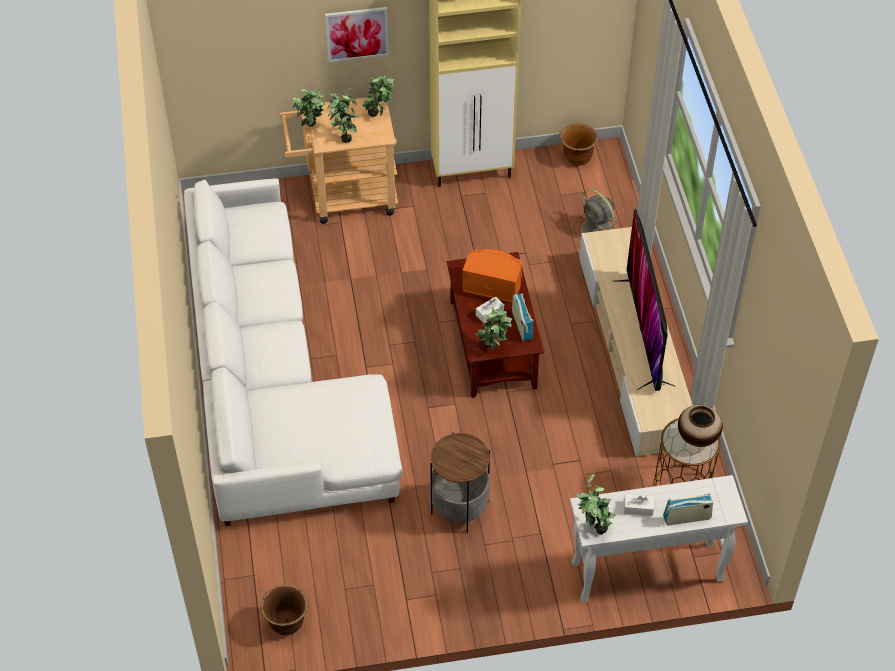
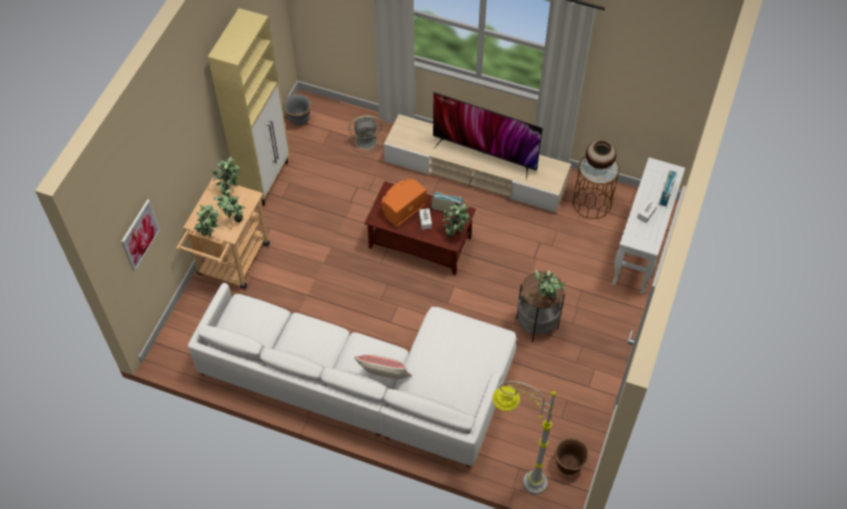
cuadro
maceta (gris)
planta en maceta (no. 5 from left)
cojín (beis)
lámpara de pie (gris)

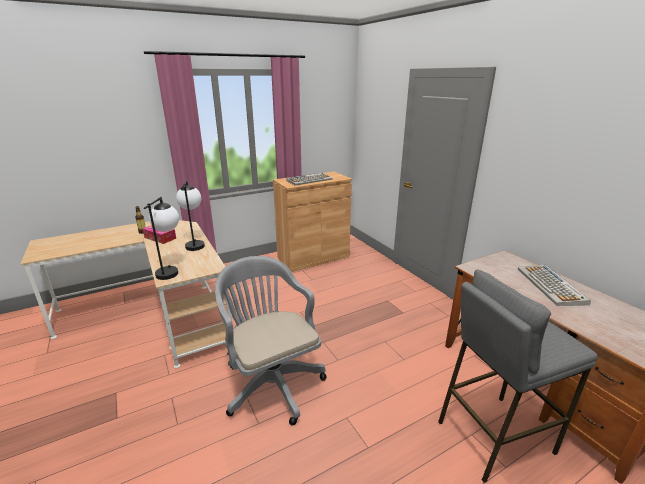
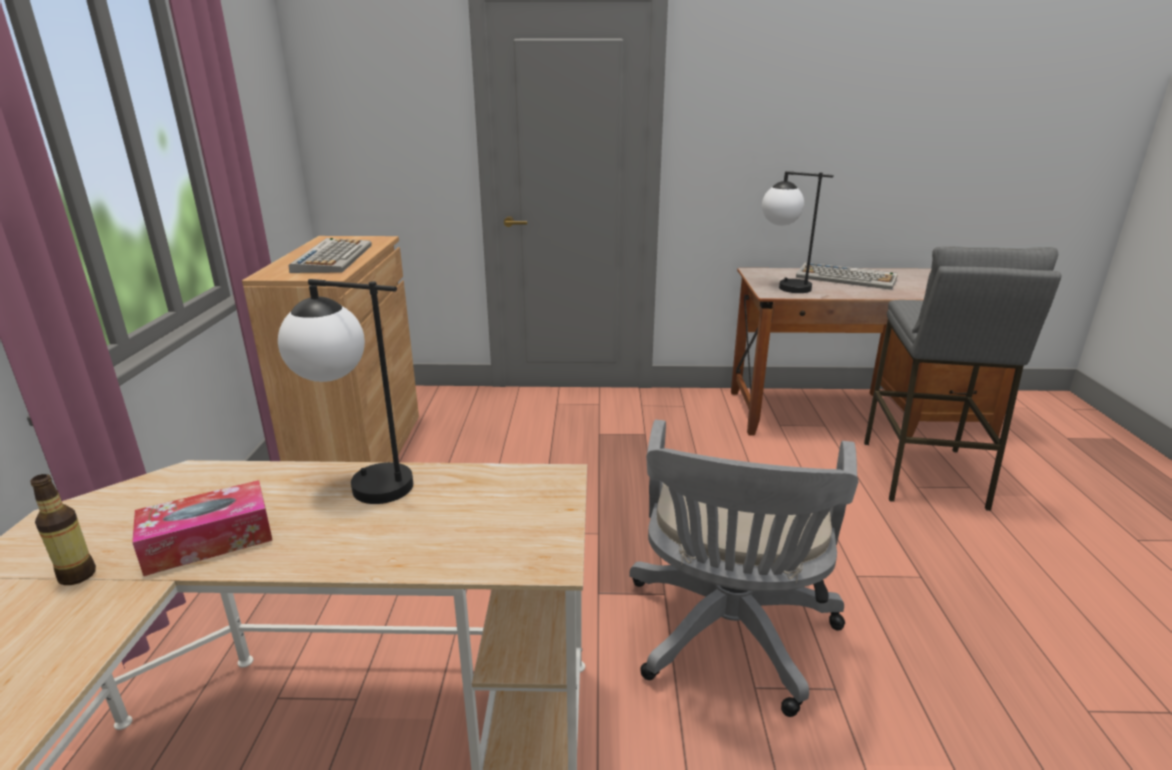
lámpara de mesa (no. 2 from left)
silla de oficina (gris)

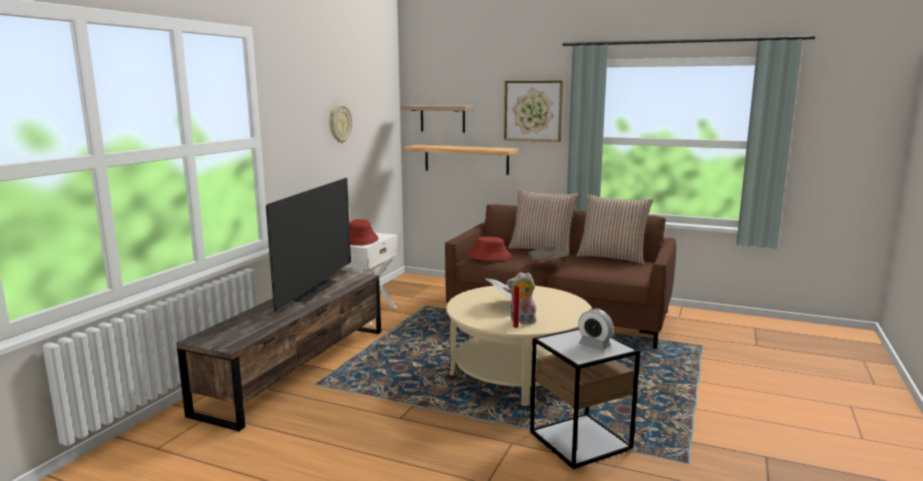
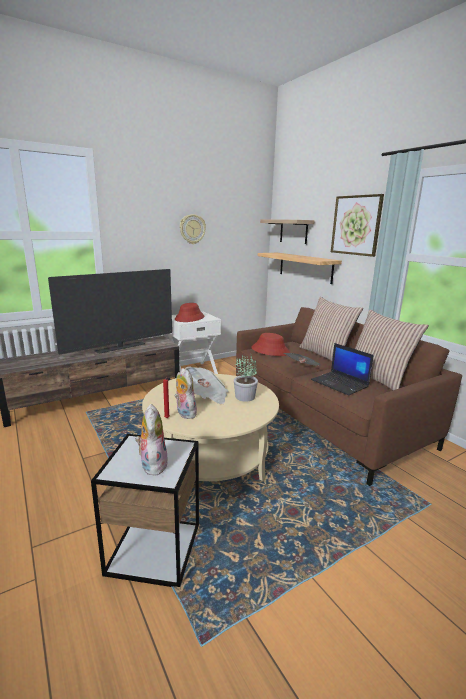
peluche (no. 1 from left)
portátil
planta en maceta

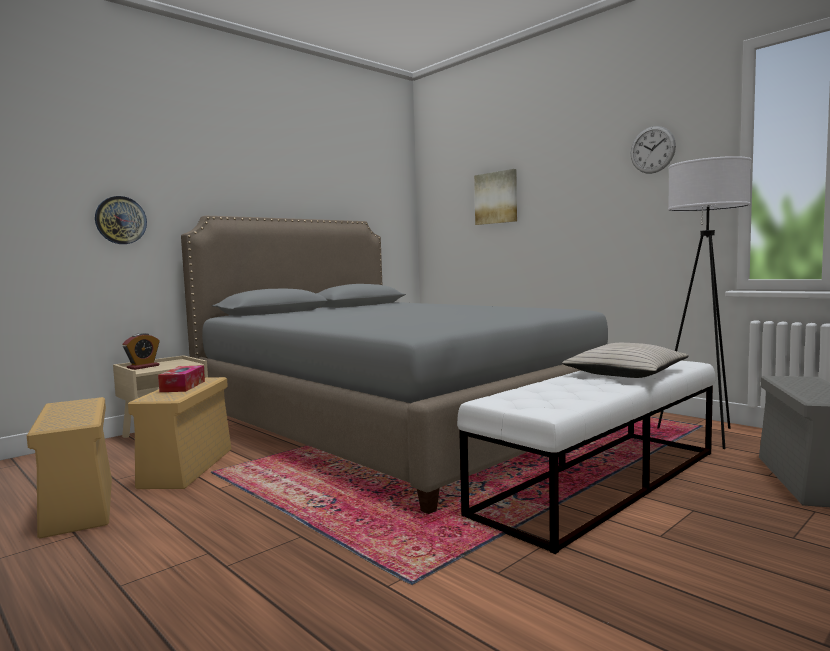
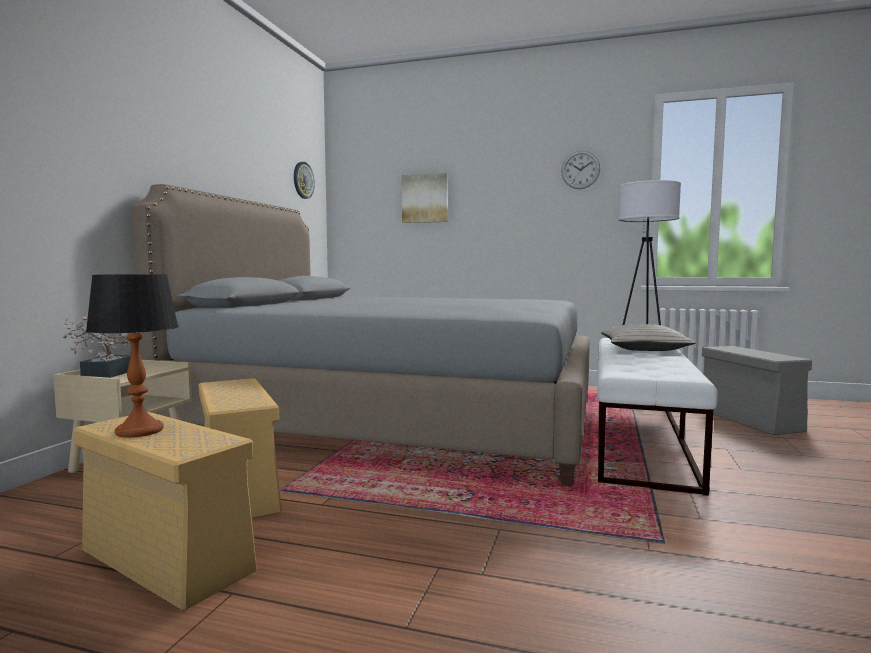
reloj de pared (no. 1 from left)
planta en maceta
caja de pañuelos
lámpara de mesa

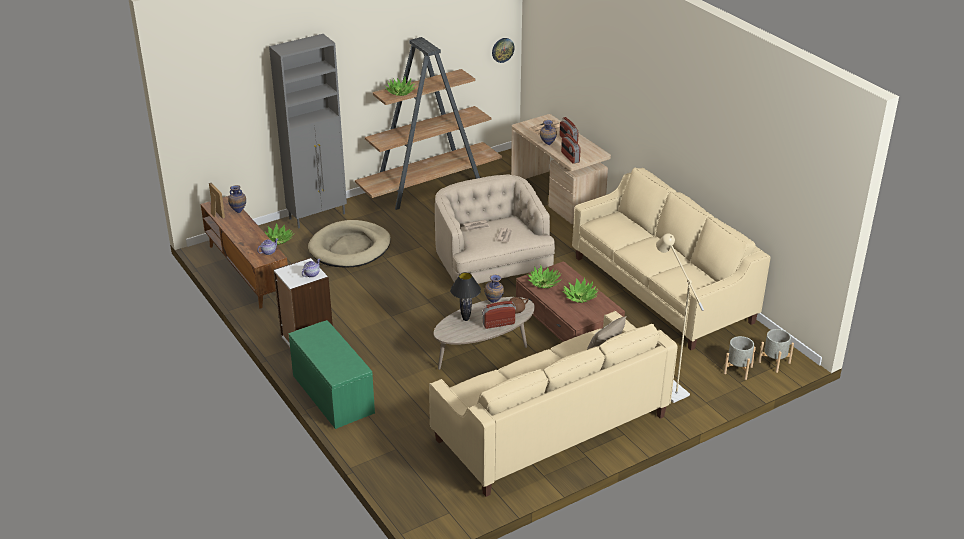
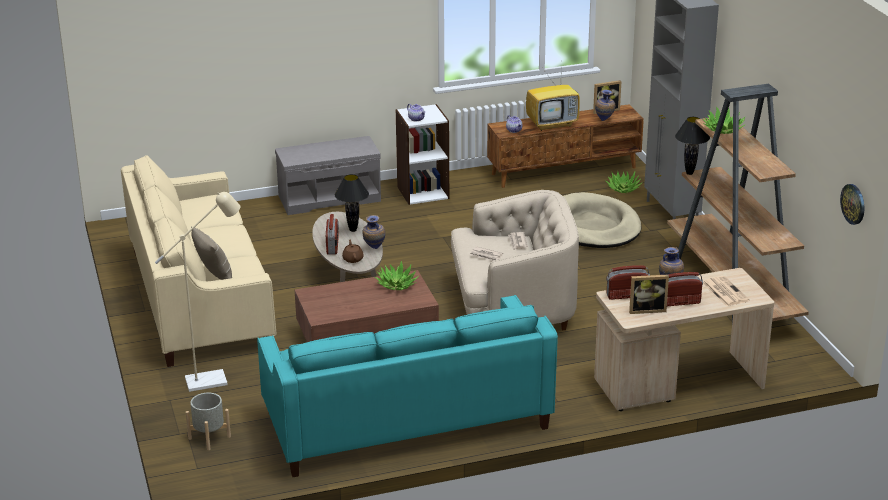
sofá (turquesa)
planta en maceta (no. 4 from left in the first image)
banco (gris)
maceta (gris) (no. 2 from left in the first image)
televisor
lámpara de mesa (negro) (no. 2 from left)
portarretratos (no. 2 from left)

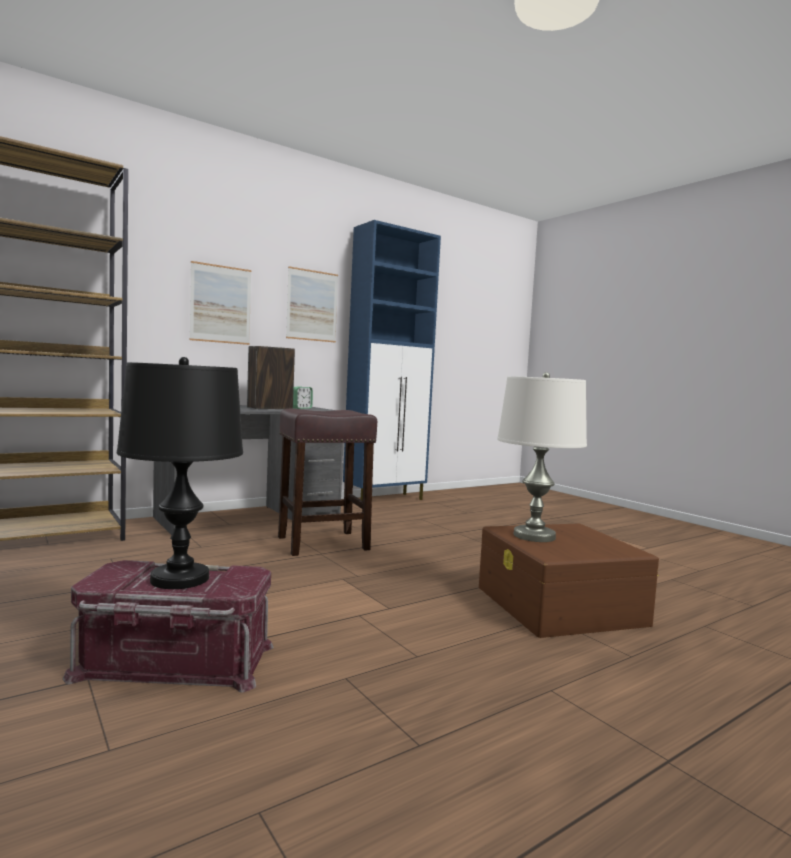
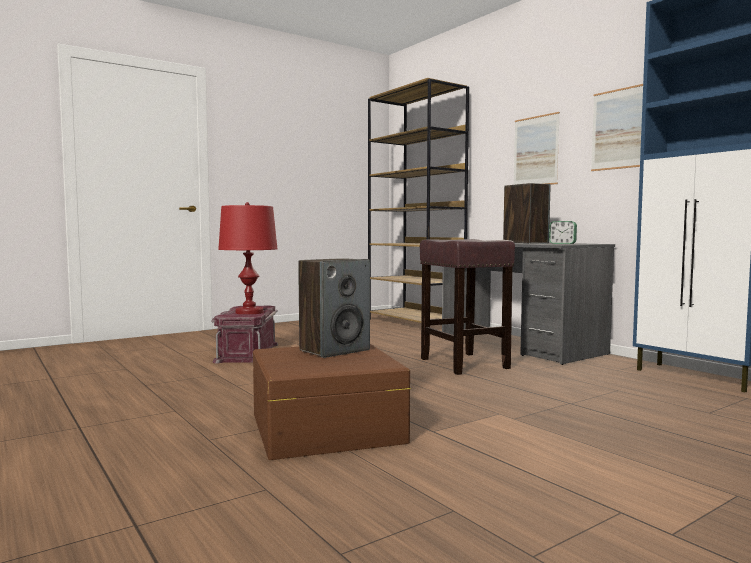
lámpara de mesa (rojo)
altavoz (no. 1 from left)

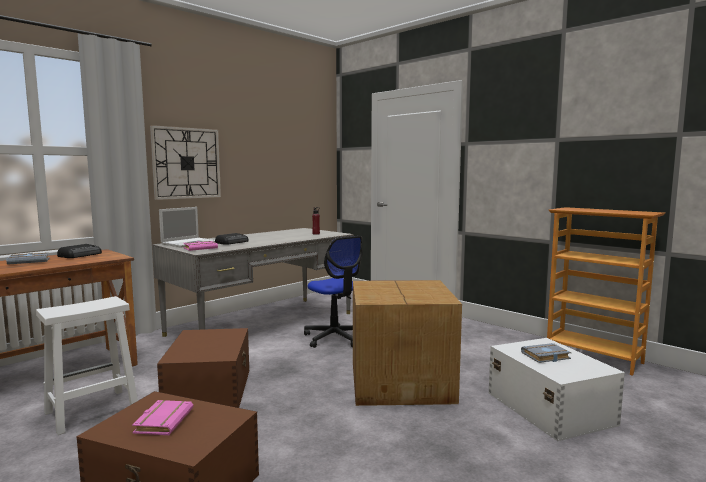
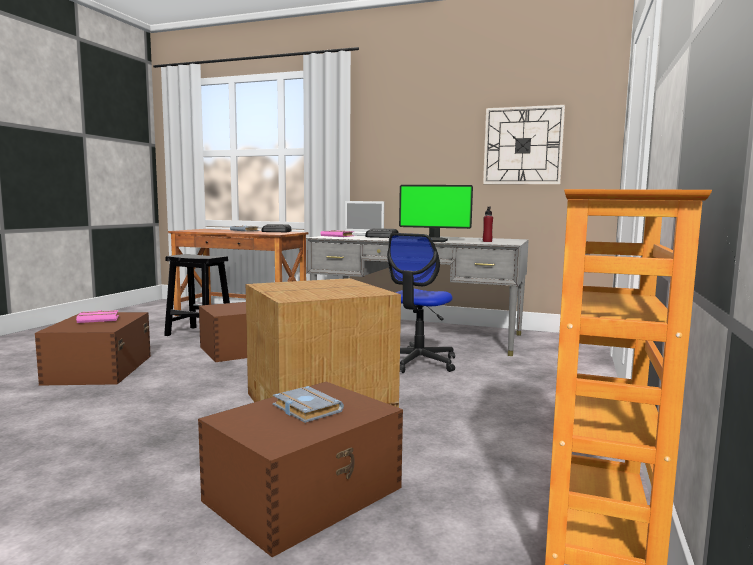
reloj de pared
taburete (negro)
caja de almacenaje (marrón) (no. 3 from left)
monitor

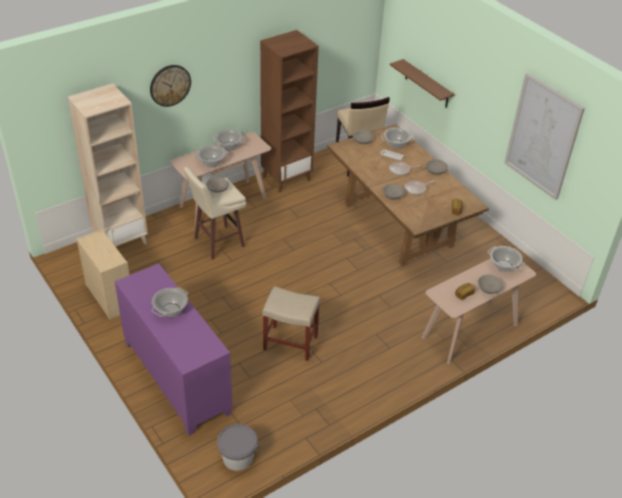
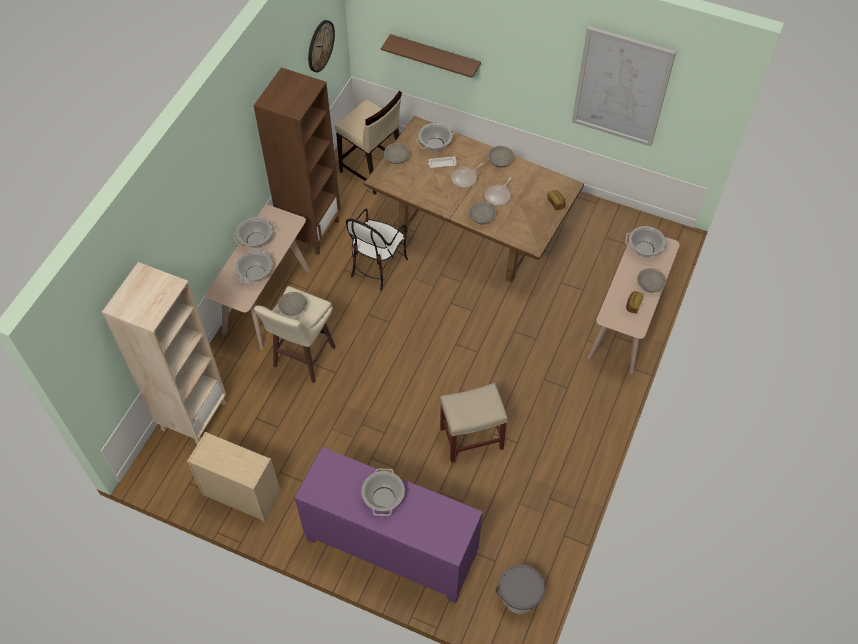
reloj de pared
silla

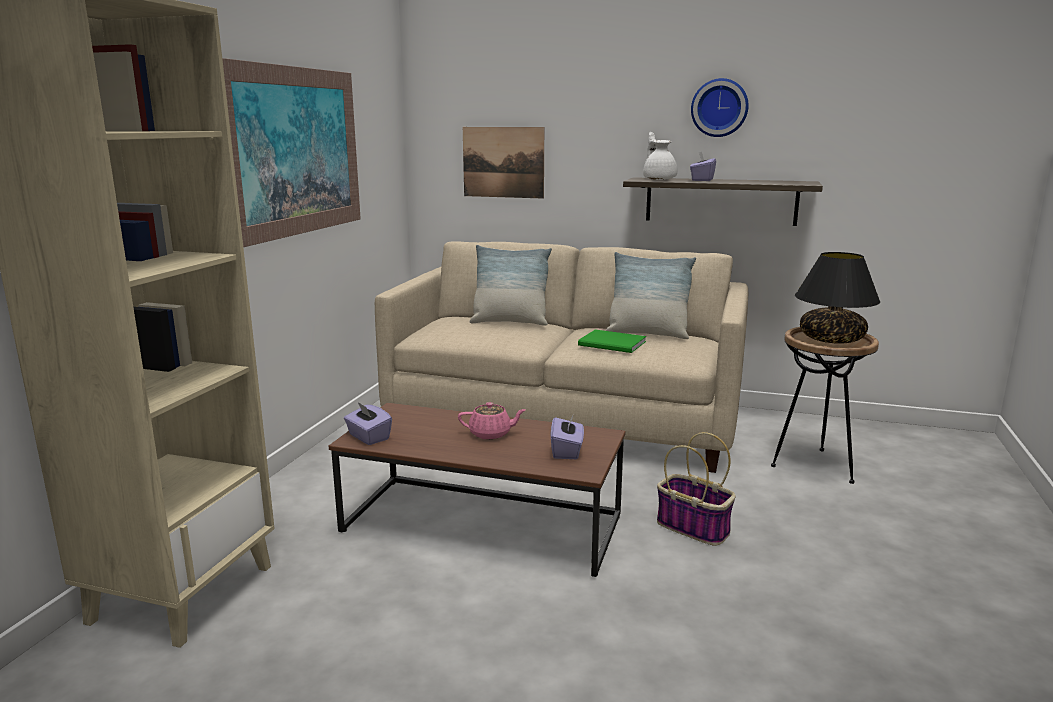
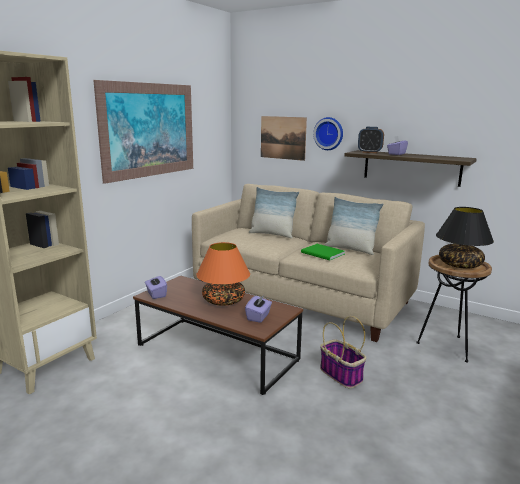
reloj de pared
despertador
lámpara de mesa (naranja)

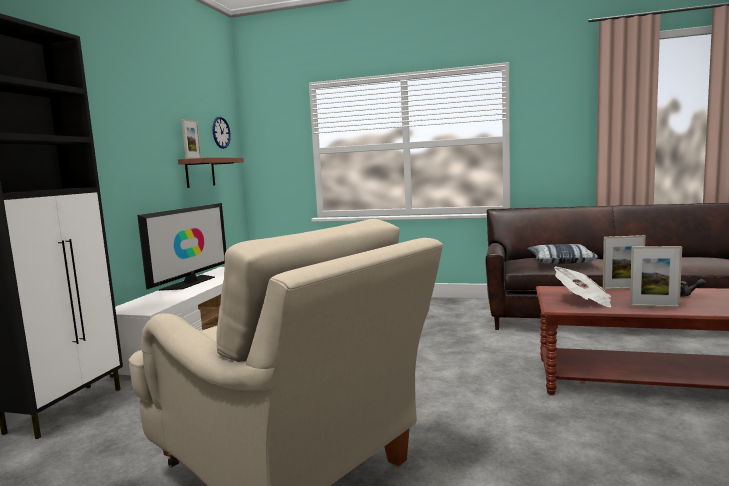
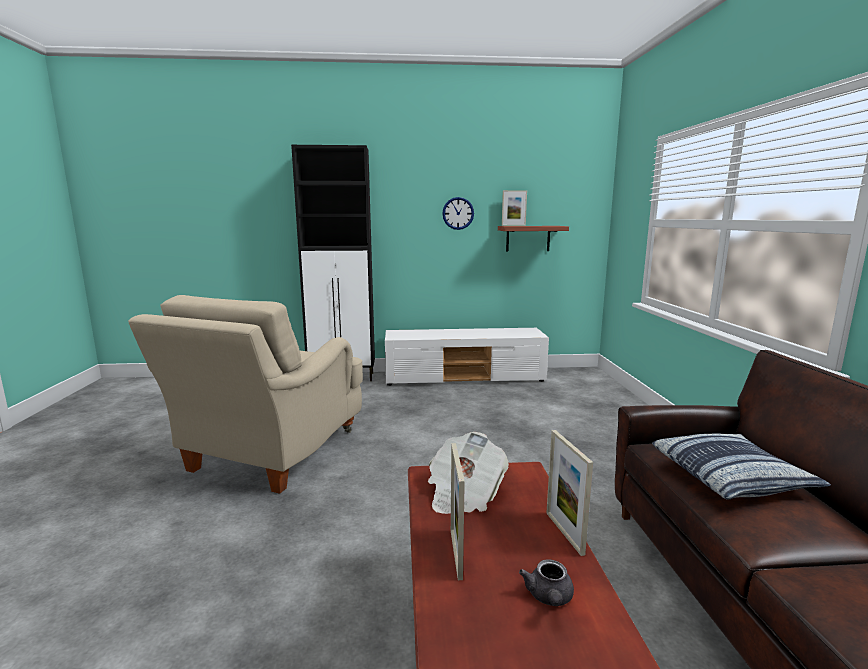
reloj de pared
televisor

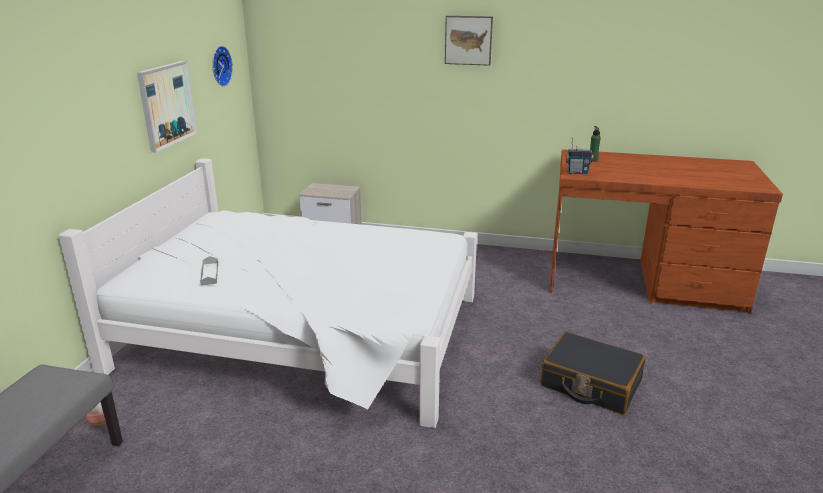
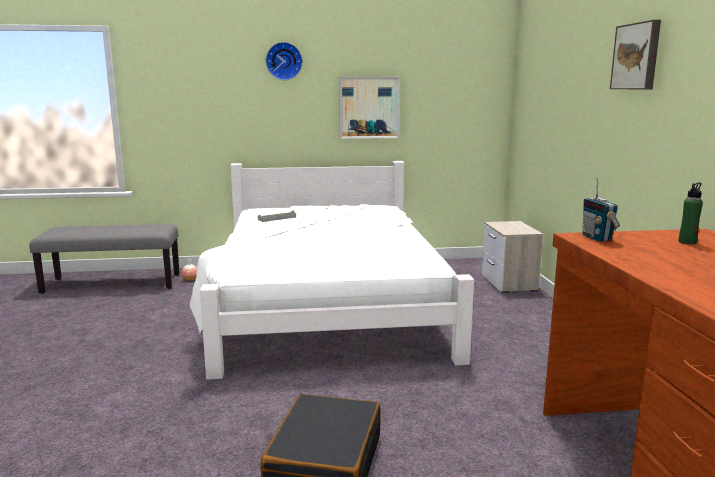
reloj de pared

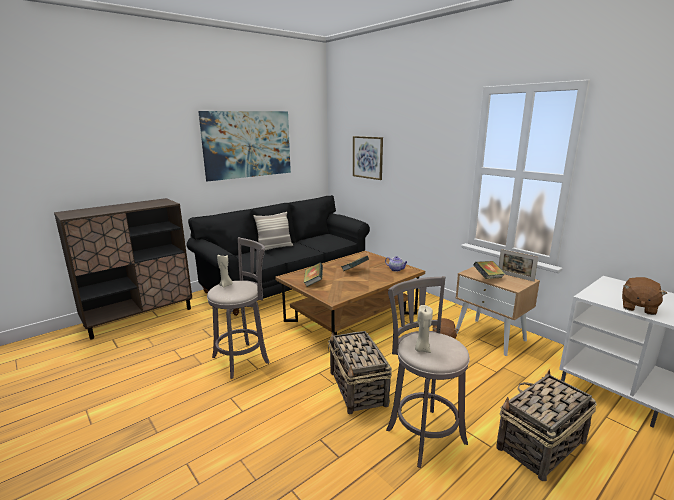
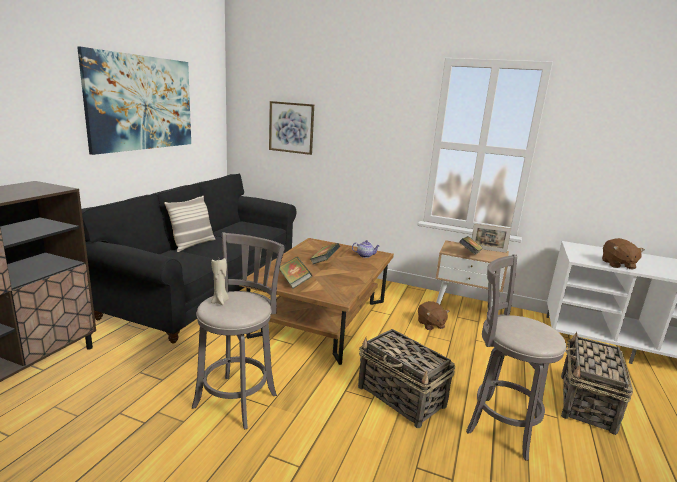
vela (beis) (no. 2 from left in the first image)

